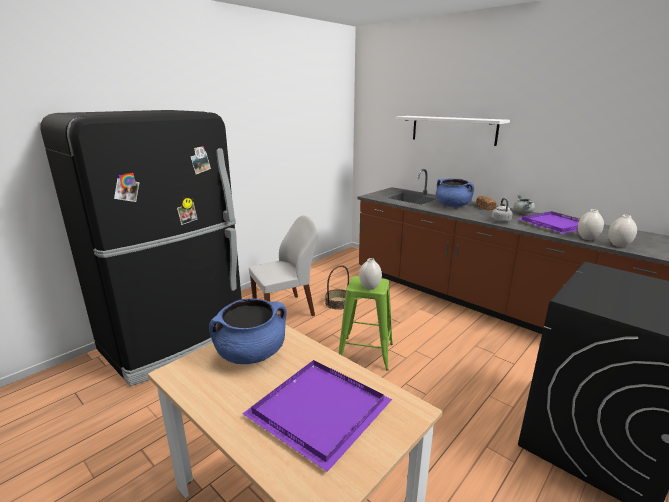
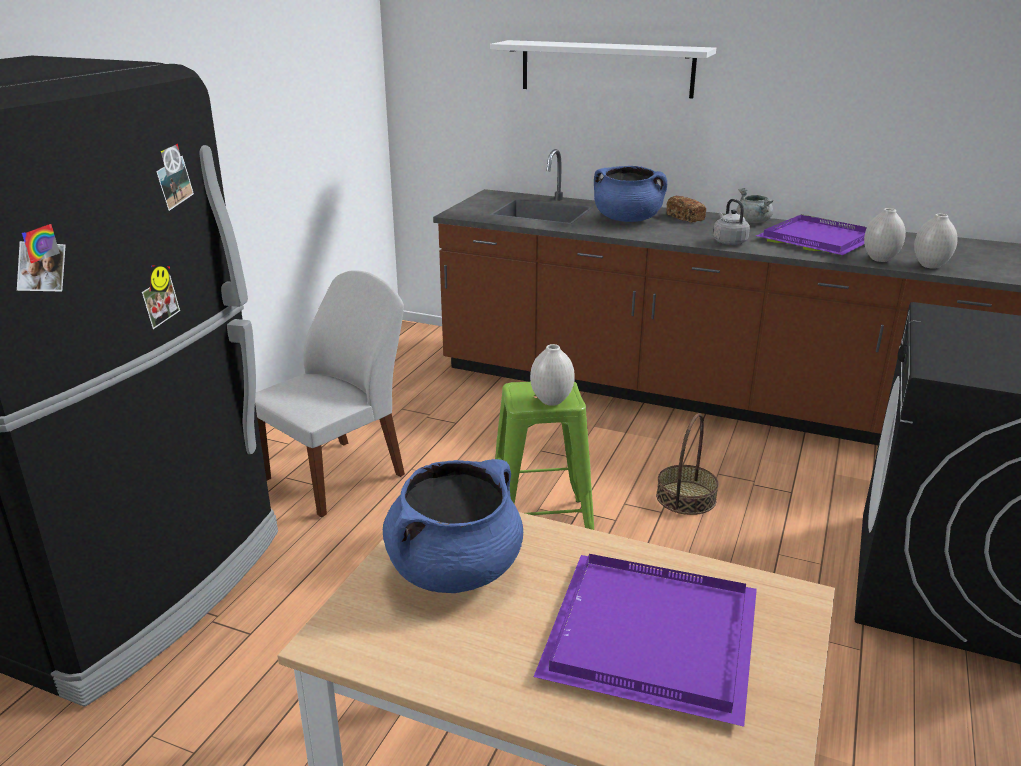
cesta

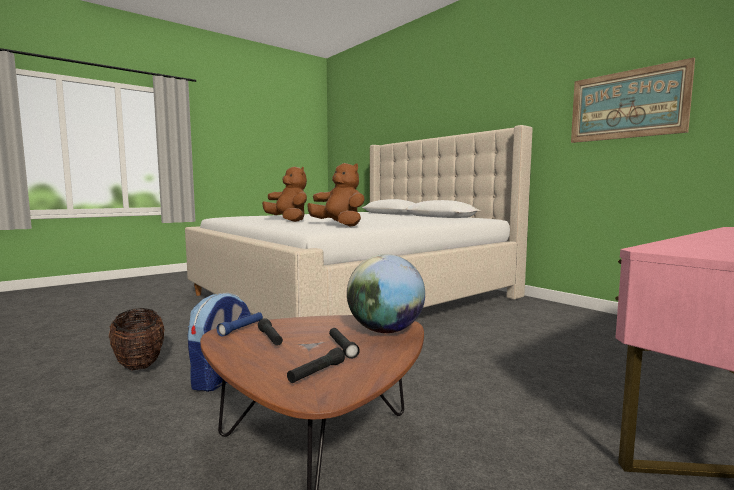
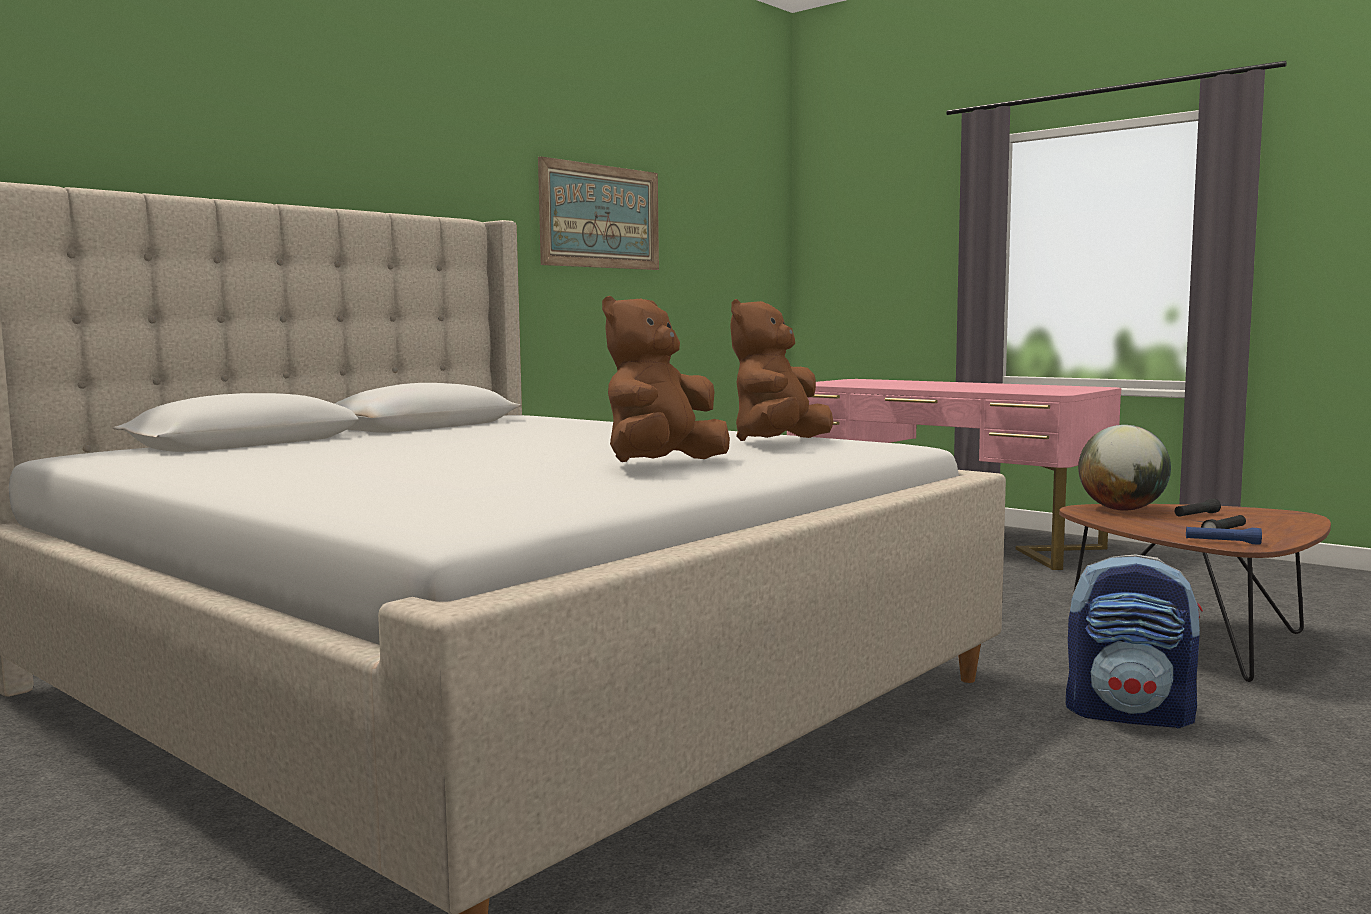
cesta
linterna (negro) (no. 2 from left in the first image)

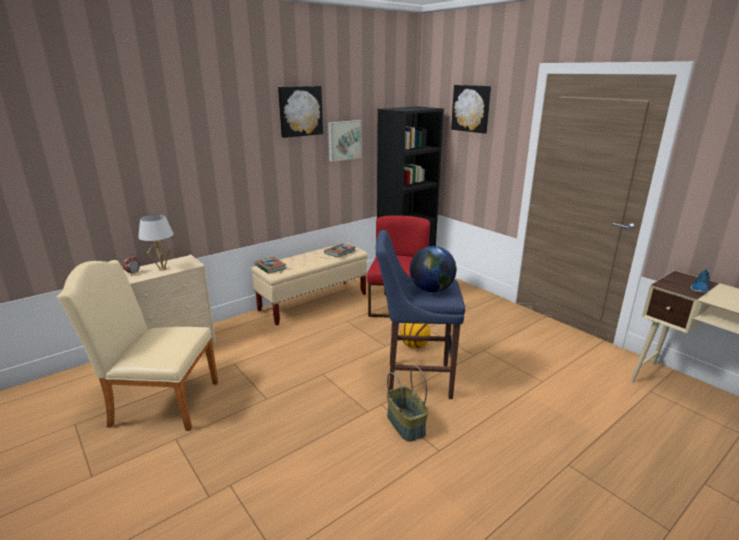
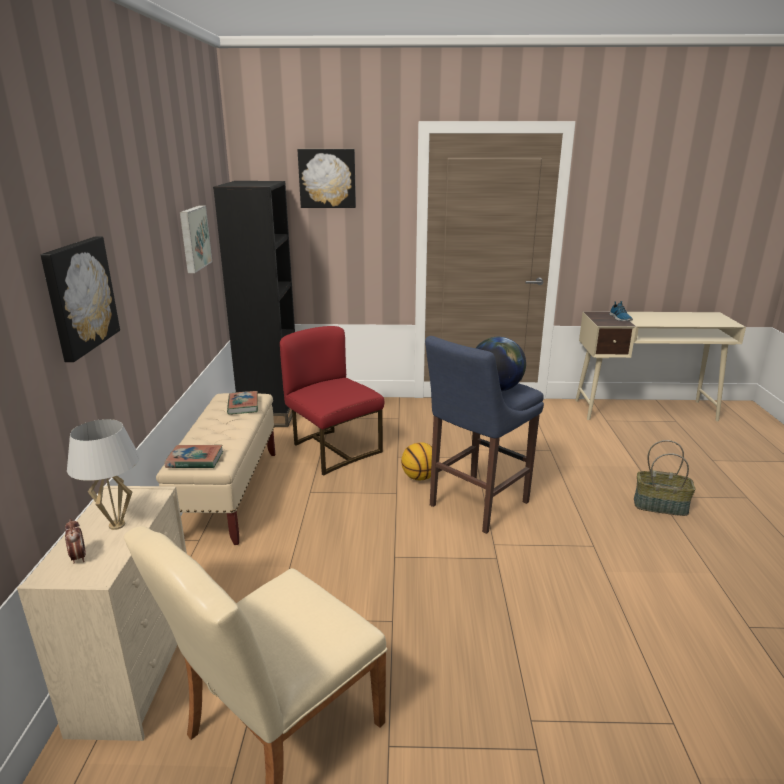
cuadro (no. 1 from left)
cesta

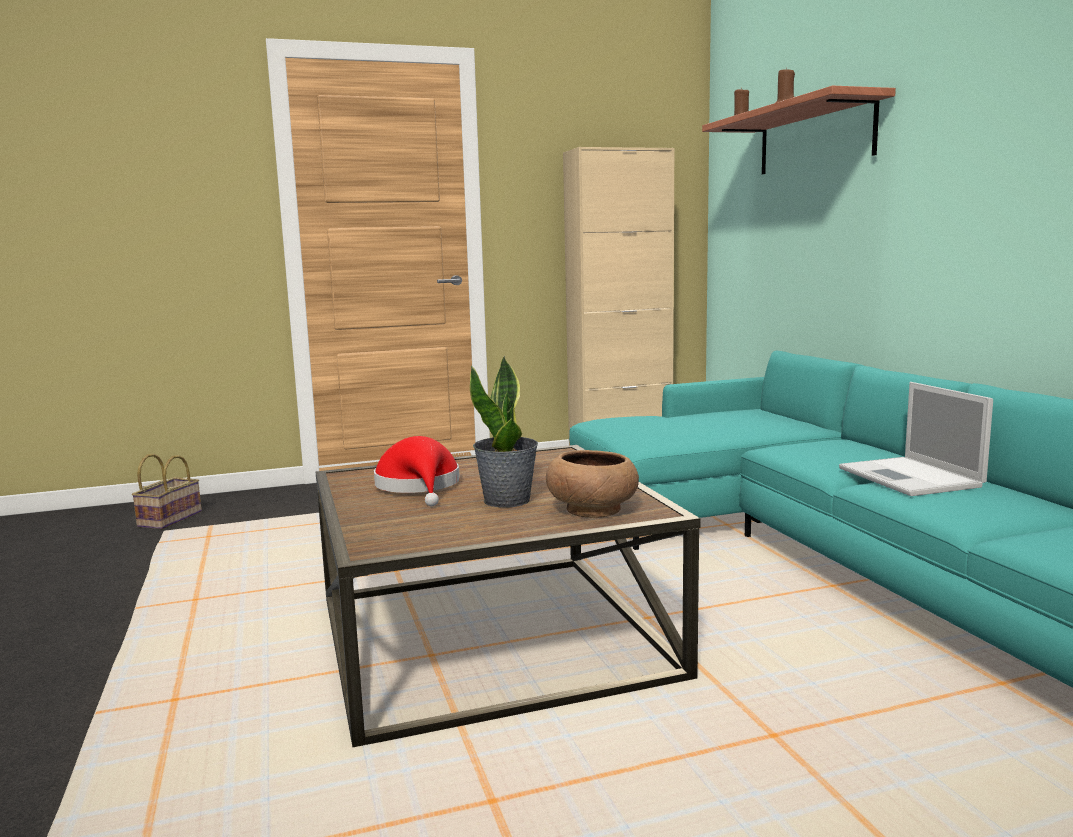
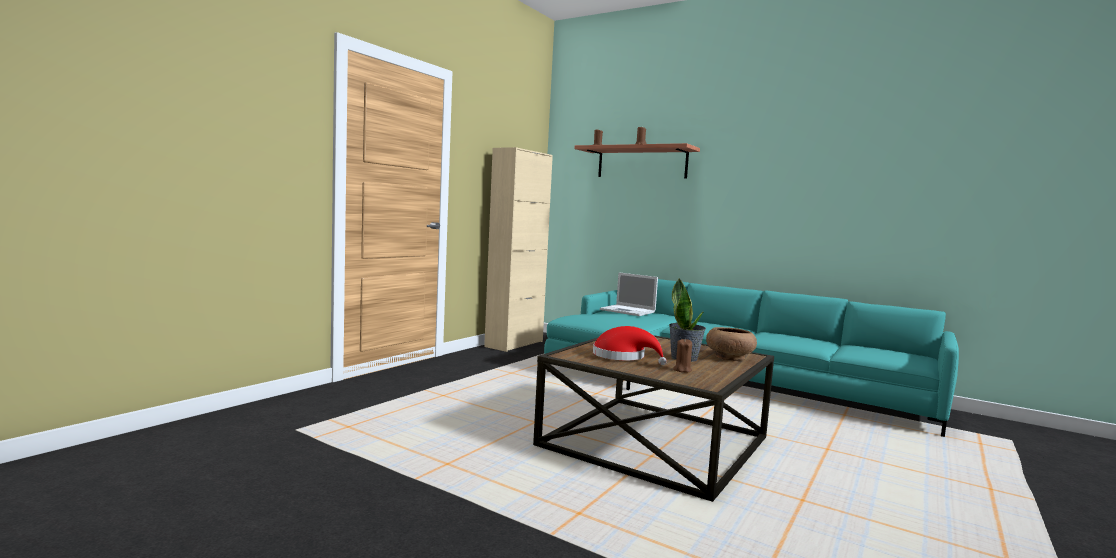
portátil
cesta
vela (marrón) (no. 3 from left)

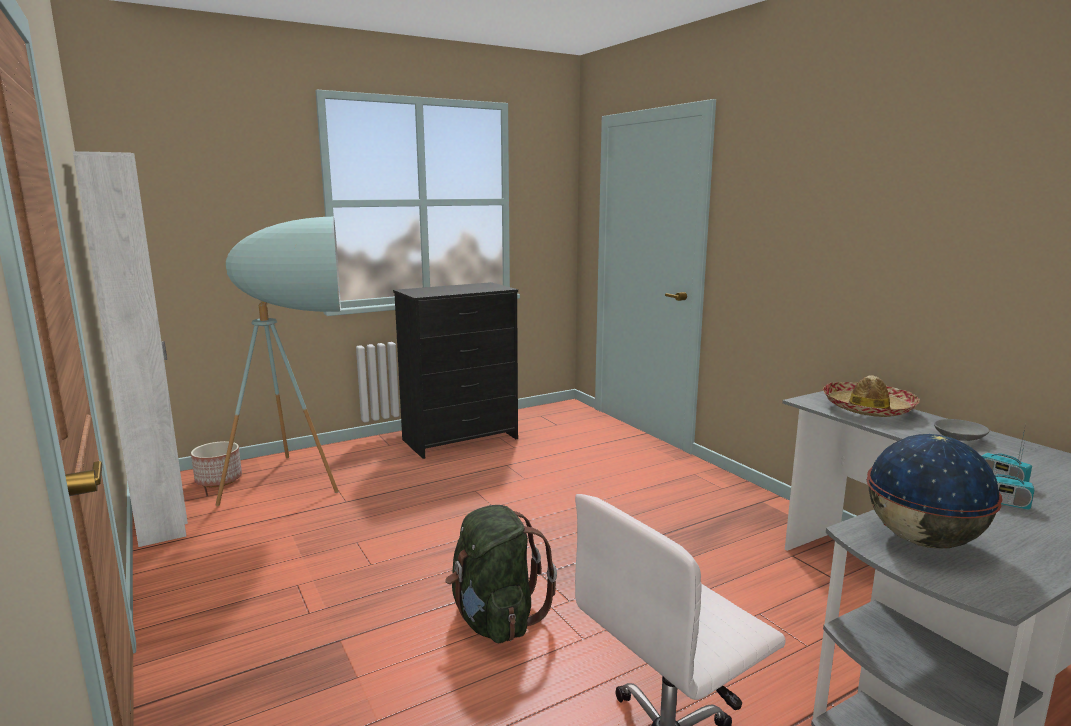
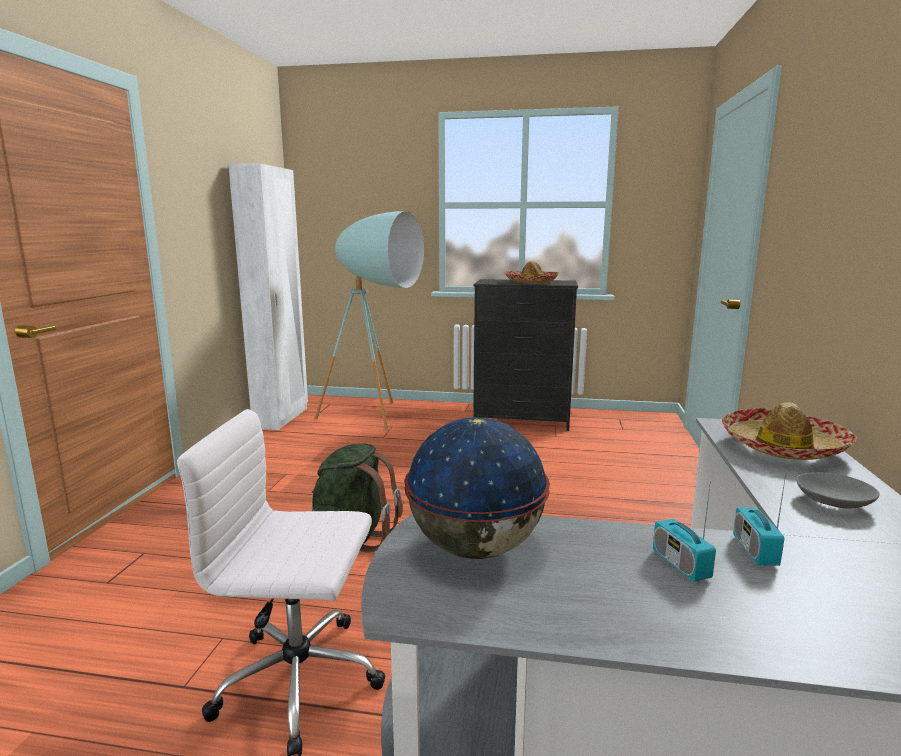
maceta
sombrero (no. 1 from left)

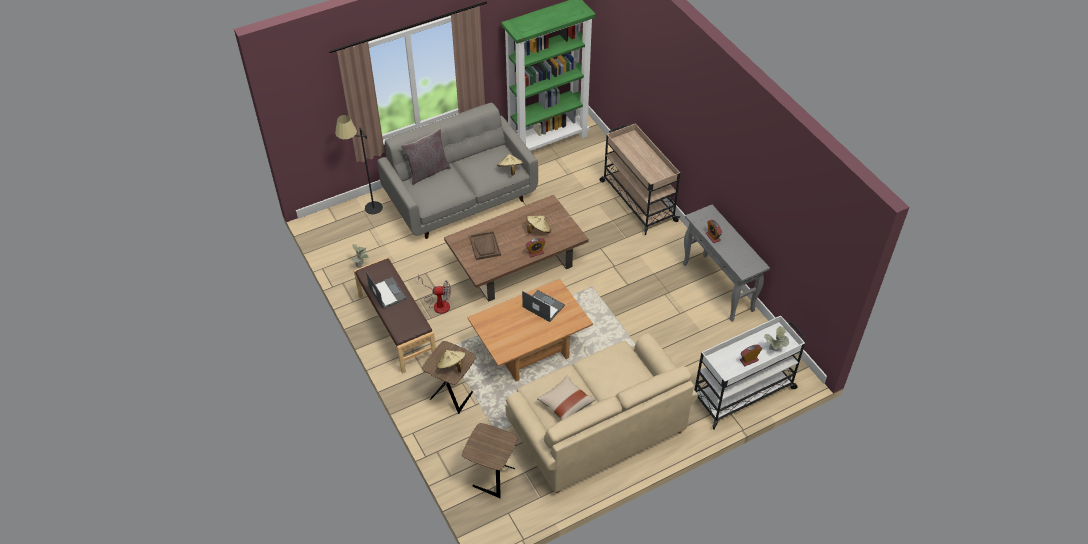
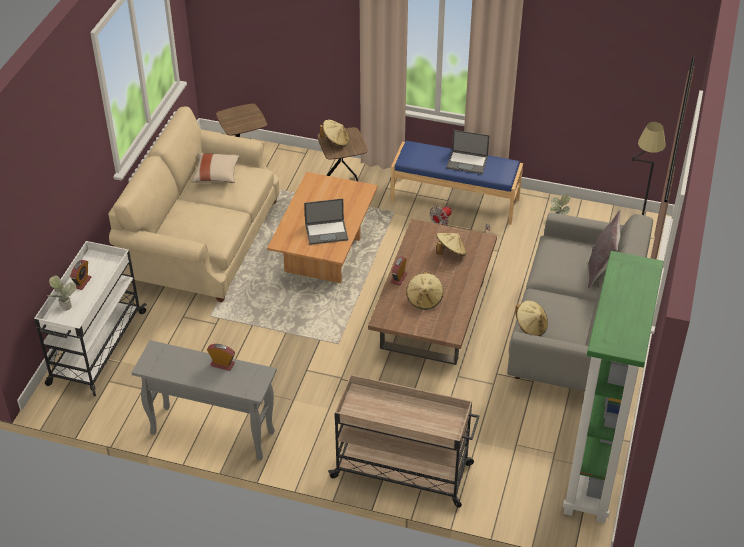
sombrero (beis) (no. 3 from left)
banco (azul)

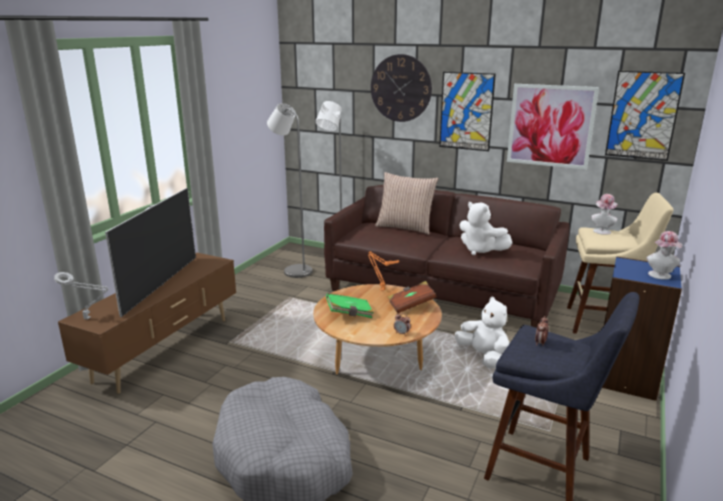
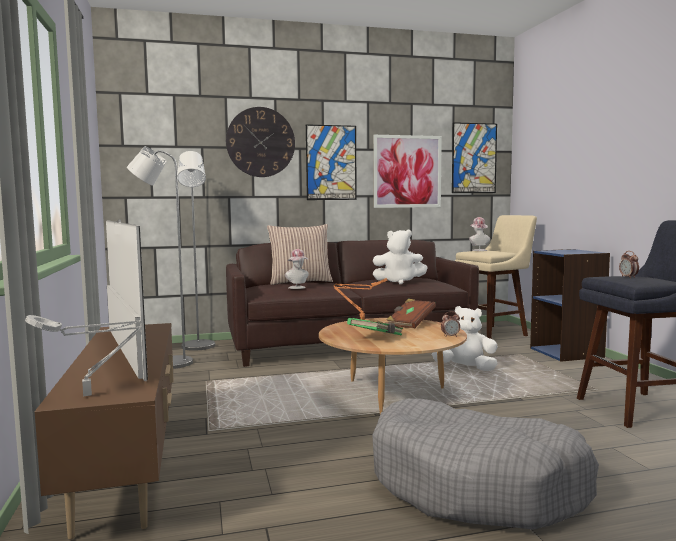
sombrero (no. 1 from left)

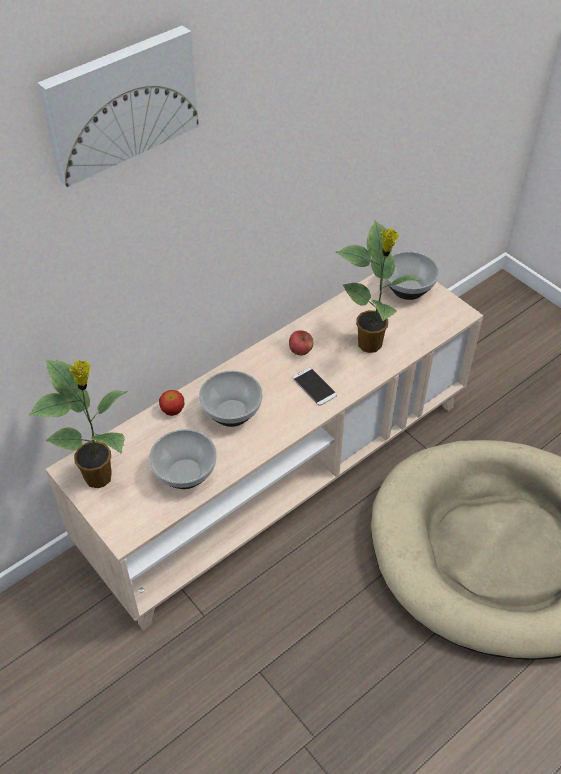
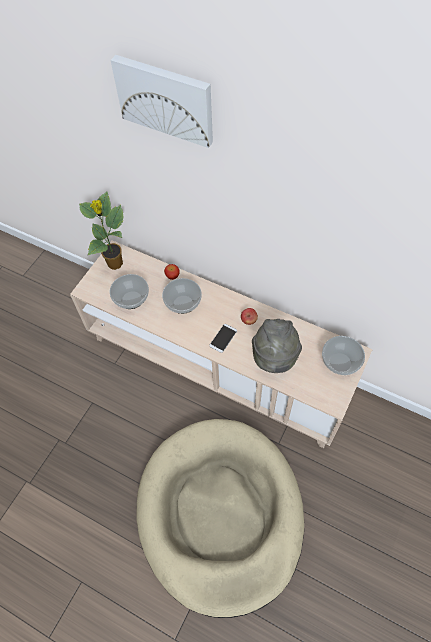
sombrero (gris)

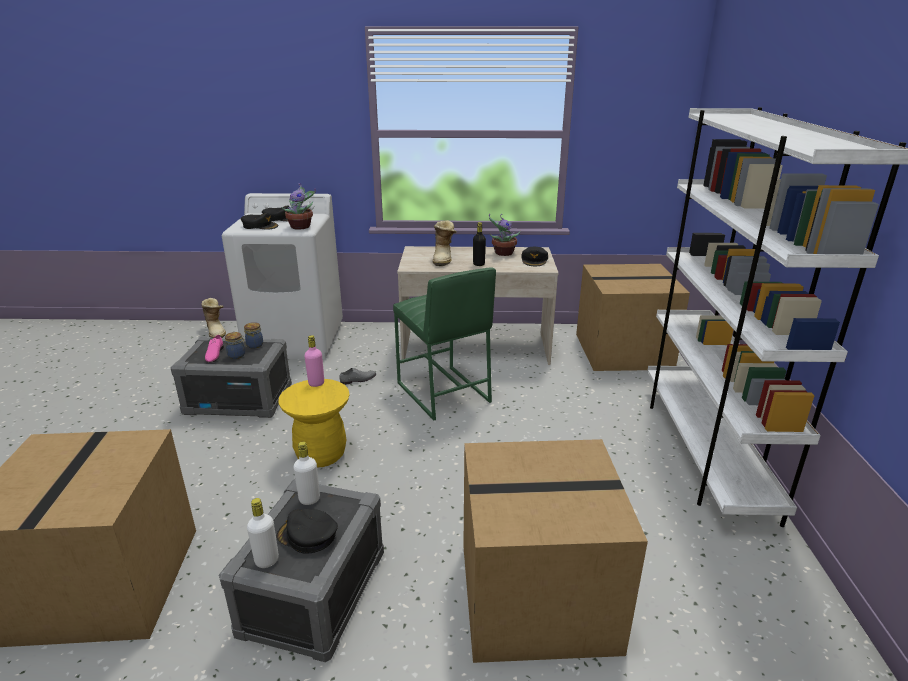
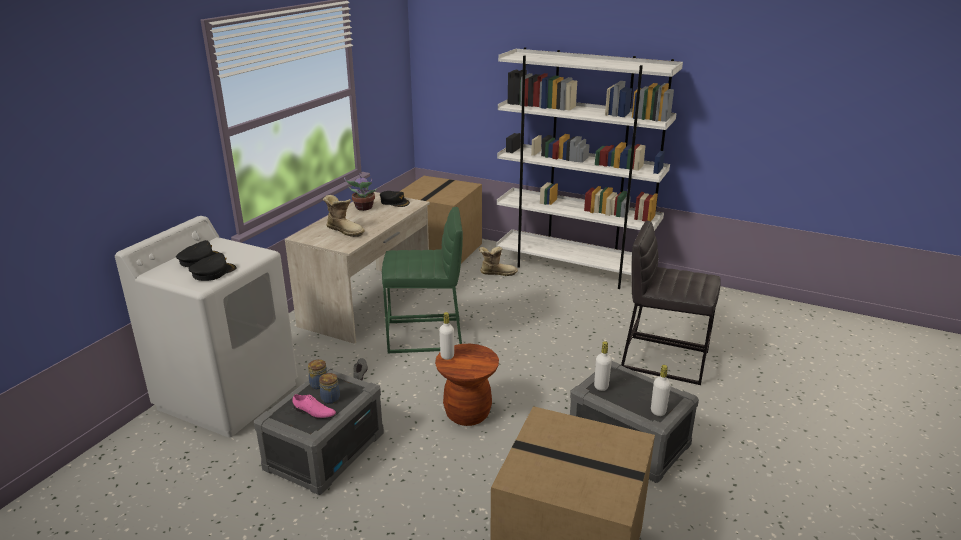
planta en maceta (no. 1 from left in the first image)
botella (negro)
bota (no. 2 from left)
botella (blanco) (no. 1 from left)
taburete (marrón)
taburete (gris)
gorra (negro) (no. 3 from left in the first image)

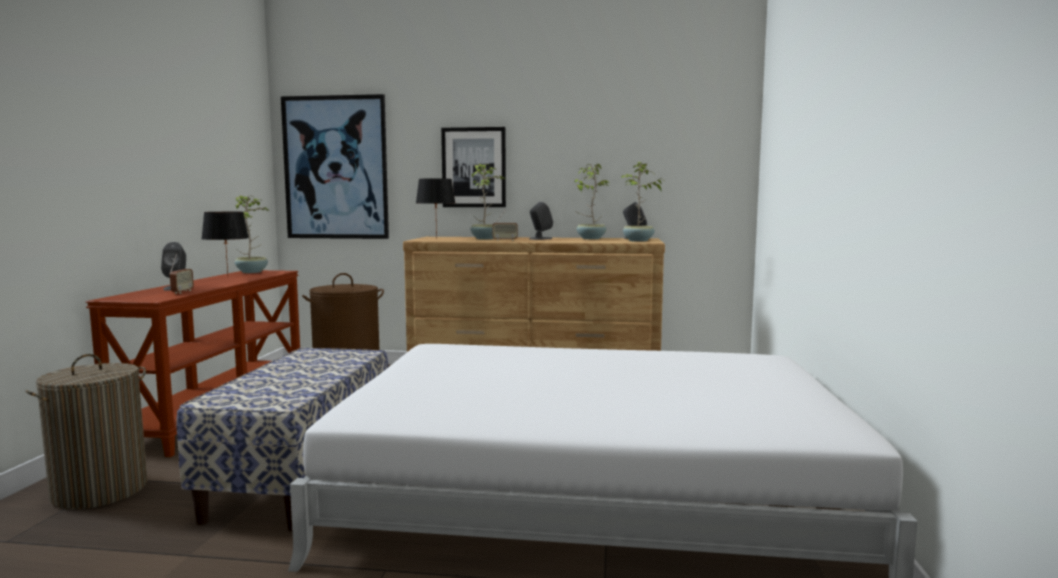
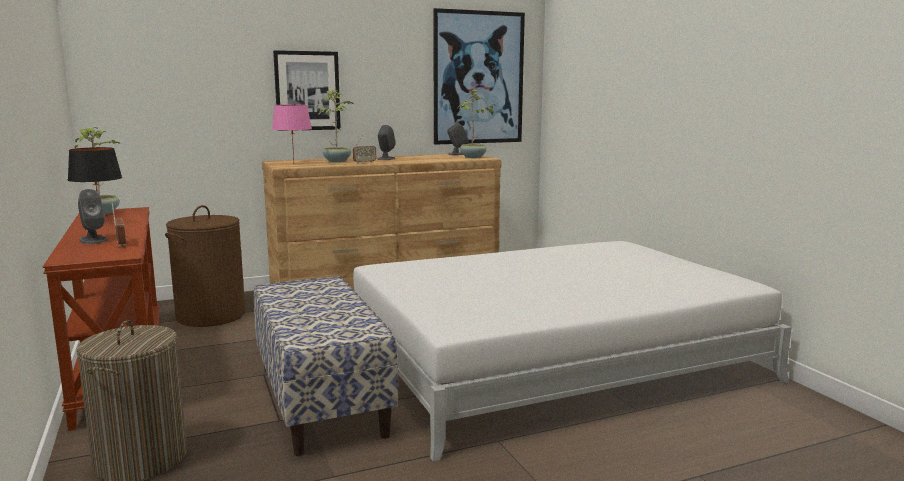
cuadro (no. 2 from left)
planta en maceta (no. 3 from left in the first image)
lámpara de mesa (rosa)

